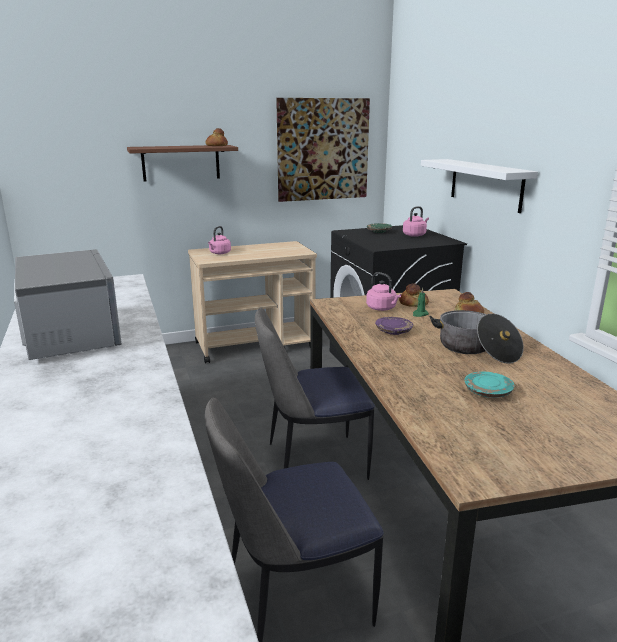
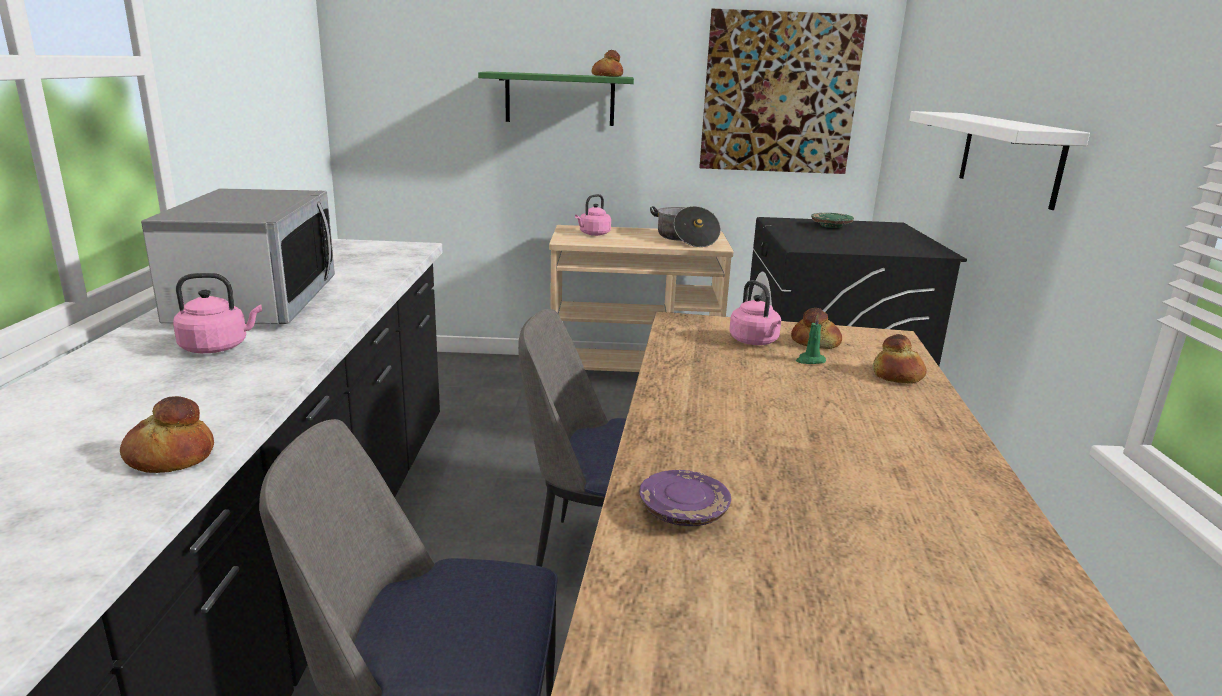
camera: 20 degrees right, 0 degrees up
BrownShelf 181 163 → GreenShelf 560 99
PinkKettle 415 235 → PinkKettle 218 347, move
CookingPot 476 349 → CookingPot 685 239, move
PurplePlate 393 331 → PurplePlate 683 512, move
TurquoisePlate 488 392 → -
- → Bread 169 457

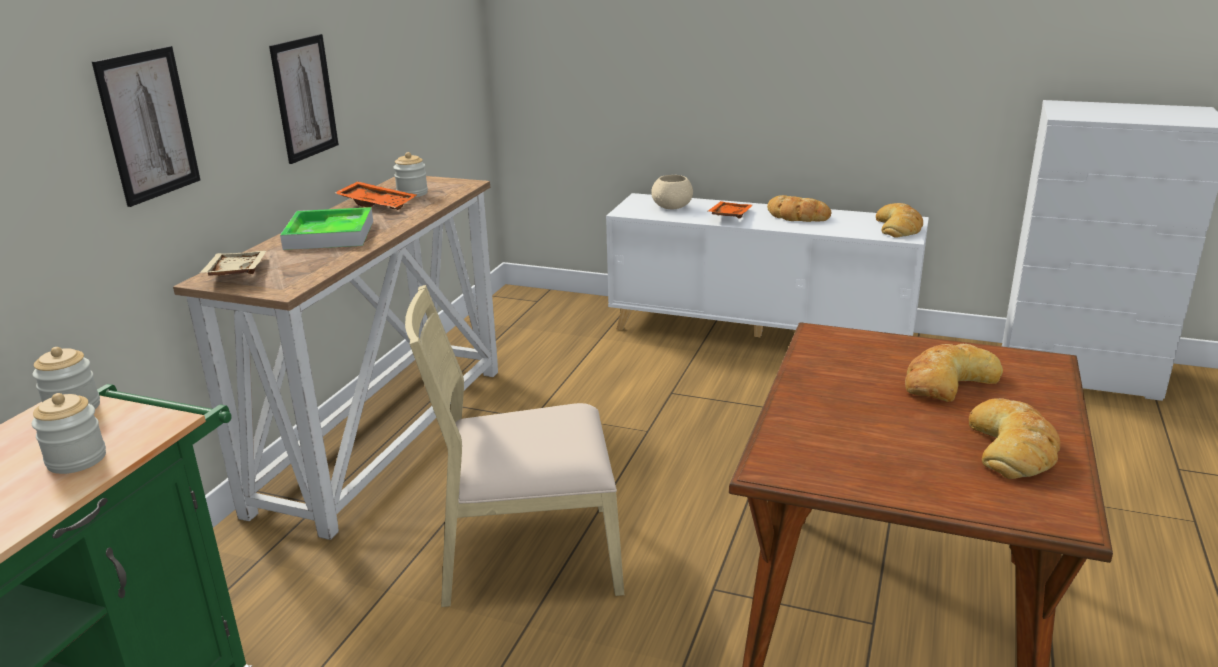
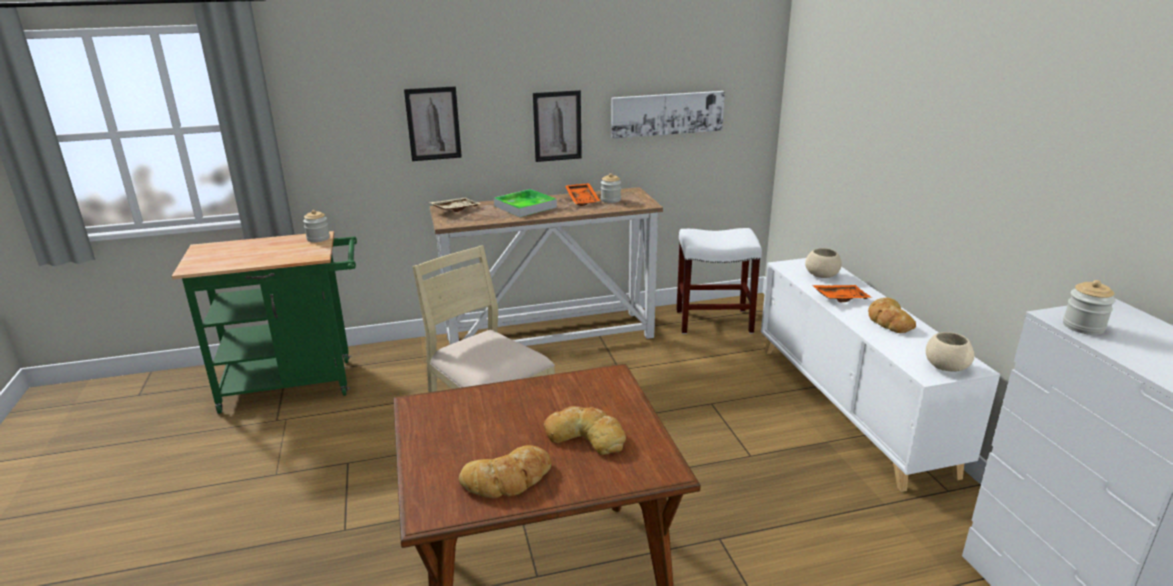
camera: 55 degrees right, 0 degrees up
Bread 899 227 → BeigeBowl 945 366
Jar 77 459 → Jar 1083 326, move
- → Picture 667 113
- → WhiteStool 714 321

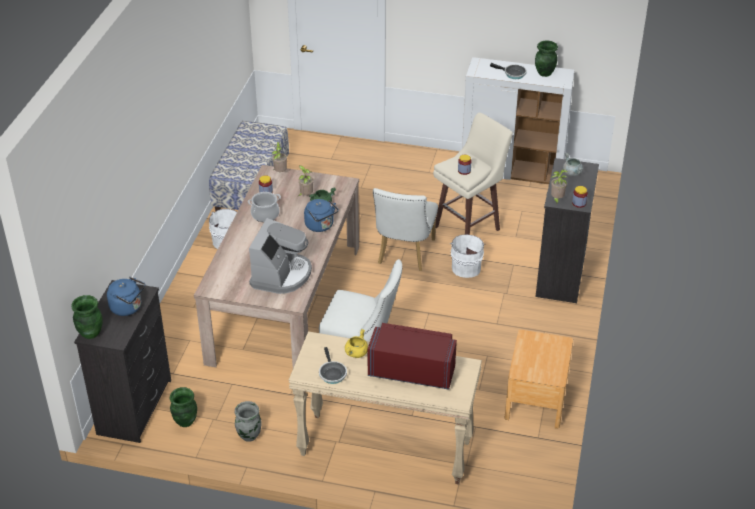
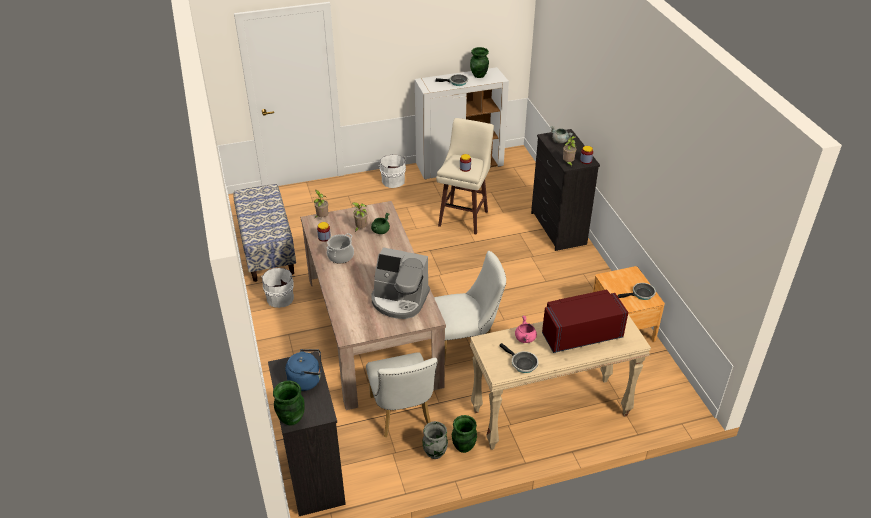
camera: 30 degrees left, 0 degrees up
WhiteChair 404 254 → WhiteChair 402 416, move
BlueKettle 321 226 → -
CoffeeMachine 281 275 → CoffeeMachine 399 300, 120 degrees clockwise
WhiteBucket 466 267 → WhiteBucket 392 180, move
YellowCookingPot 356 353 → PinkCookingPot 525 339
GreenVase 185 421 → GreenVase 463 447, move
- → FryingPan 641 294

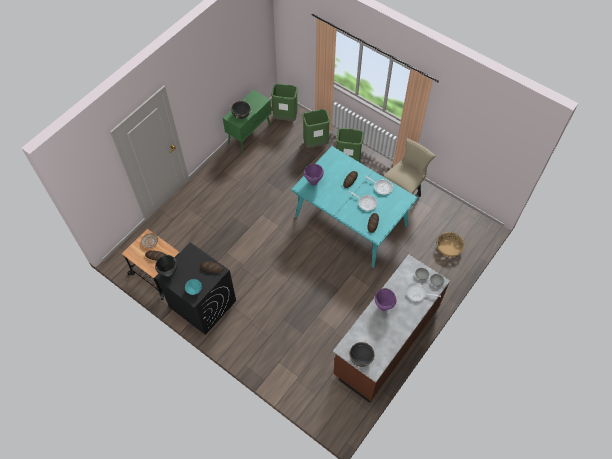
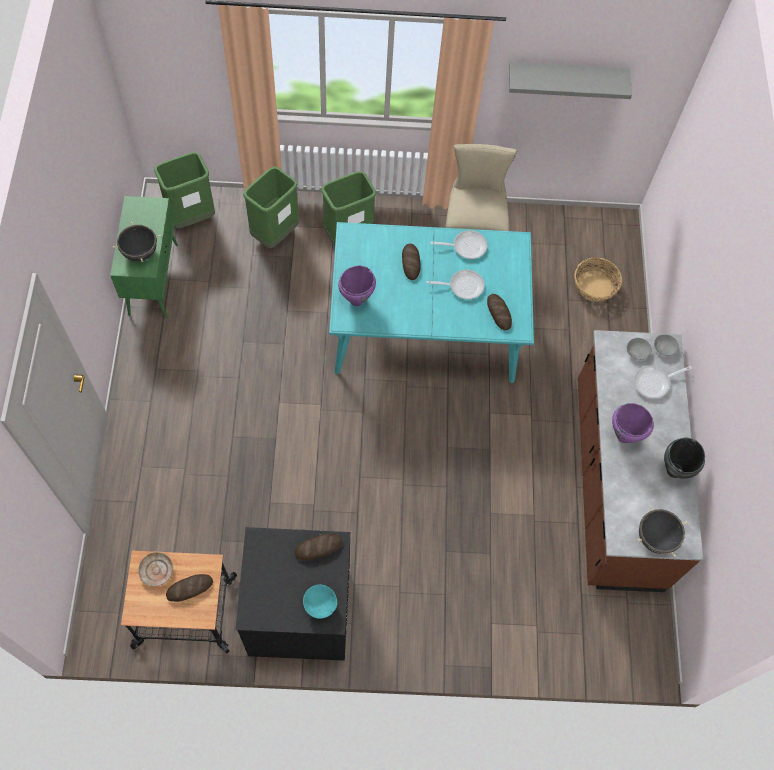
camera: 40 degrees left, 5 degrees up
BlackCookingPot 169 273 → BlackCookingPot 674 470, move
- → GreyShelf 566 76

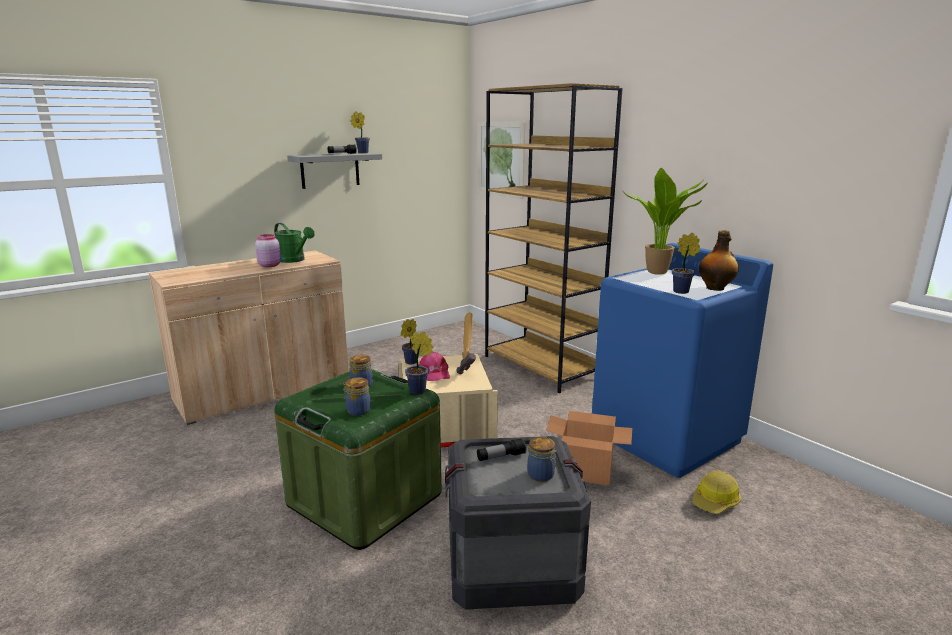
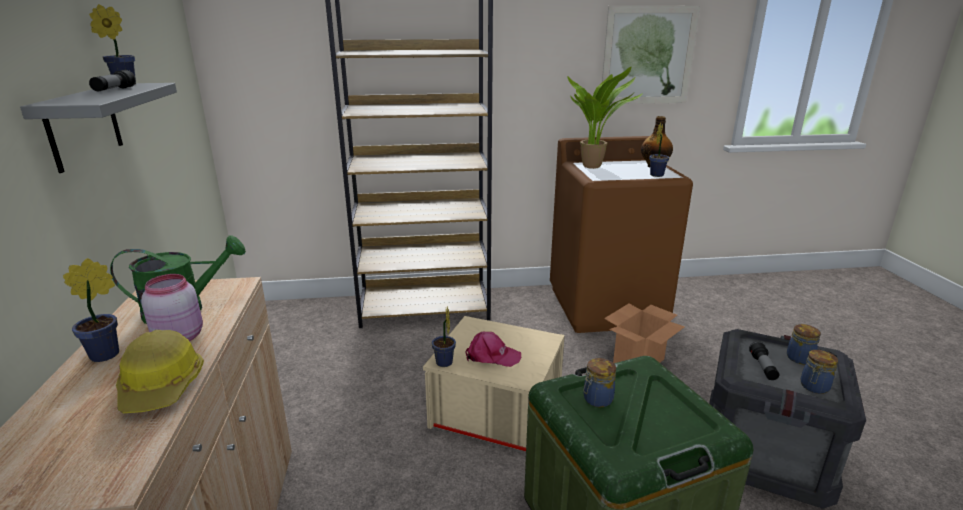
camera: 60 degrees left, 5 degrees up
Picture 500 159 → Picture 648 56, move
BlueWashingMachine 666 437 → BrownWashingMachine 607 306
Hammer 469 367 → -
PottedPlant 419 391 → PottedPlant 109 353, move
Jar 357 411 → Jar 814 387, move
HardHat 715 501 → HardHat 162 386, move

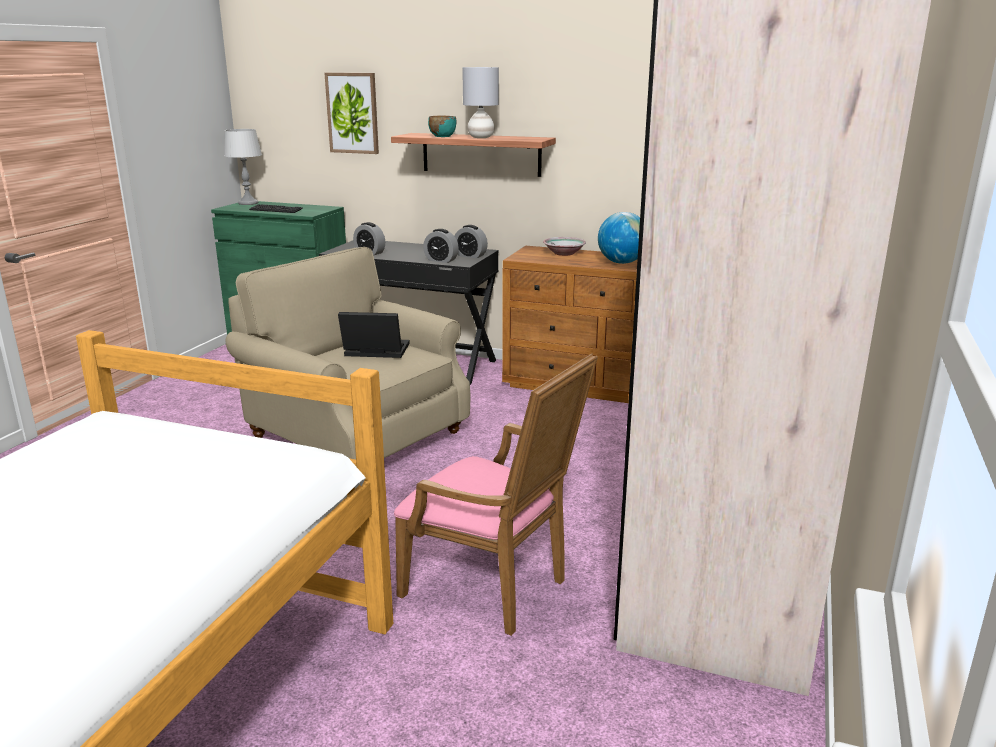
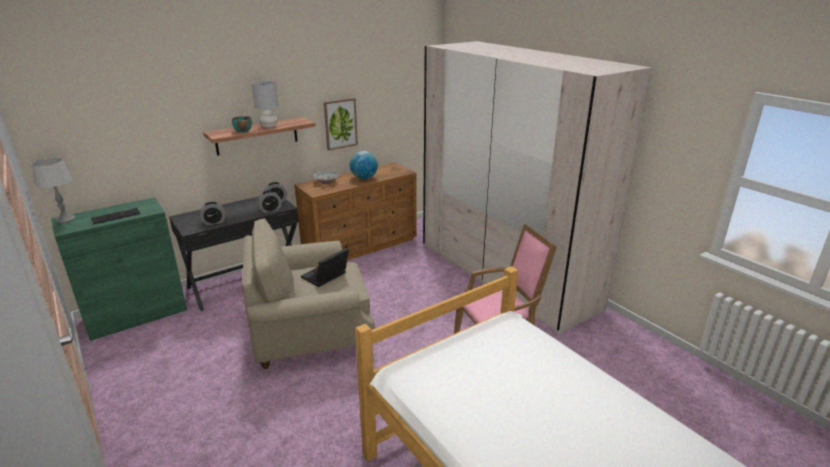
camera: 55 degrees left, 5 degrees up
Picture 353 113 → Picture 340 123, move

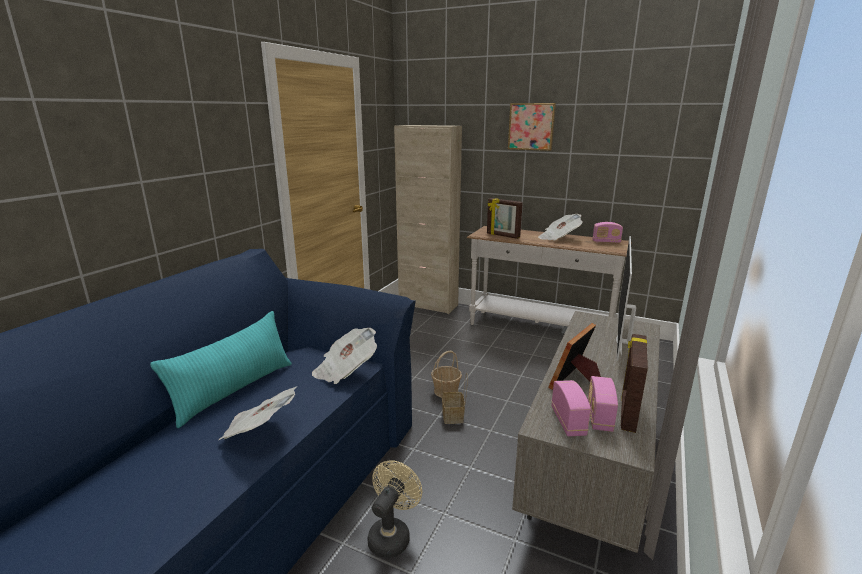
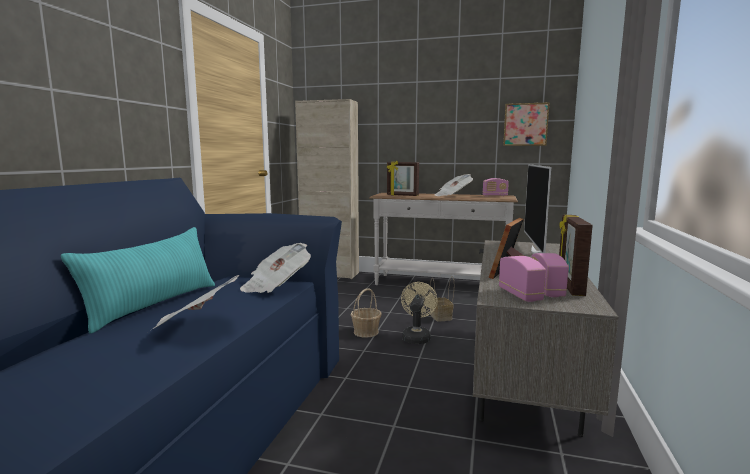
camera: 10 degrees left, 10 degrees down
Picture 531 126 → Picture 525 124, move
Basket 453 416 → Basket 441 317, move
BeigeFan 392 534 → BeigeFan 417 336, move

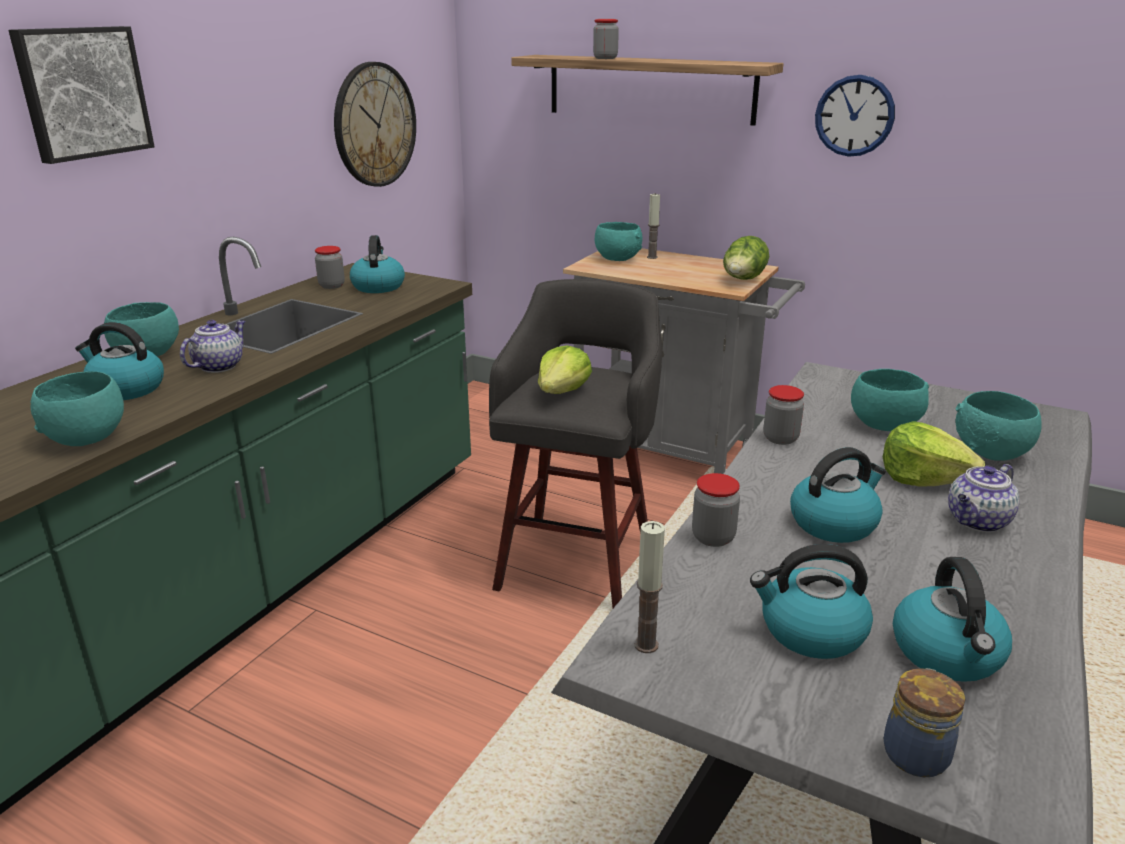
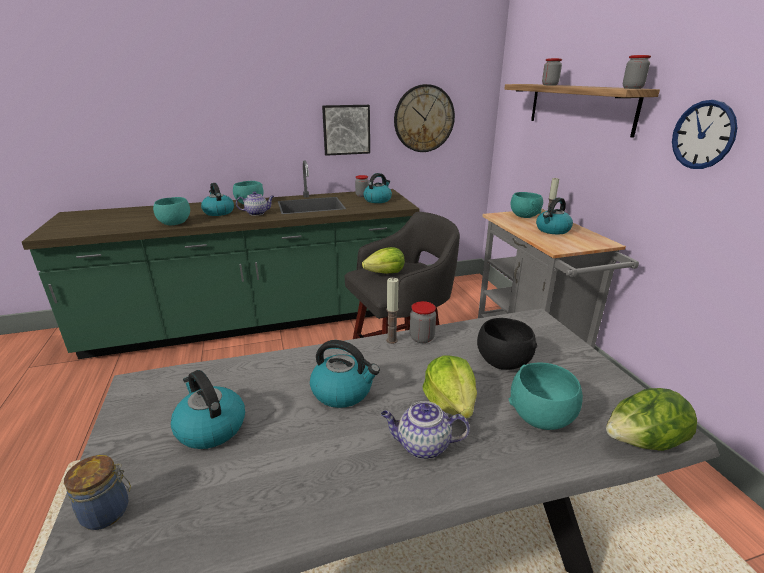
camera: 45 degrees right, 0 degrees up
Picture 82 92 → Picture 346 129, move
Lettuce 743 280 → Lettuce 642 443, move
TurquoiseBowl 882 425 → BlackBowl 502 362
Jar 713 537 → Jar 632 88, move
Candle 646 645 → Candle 392 340, move
Kettle 947 654 → Kettle 552 230, move

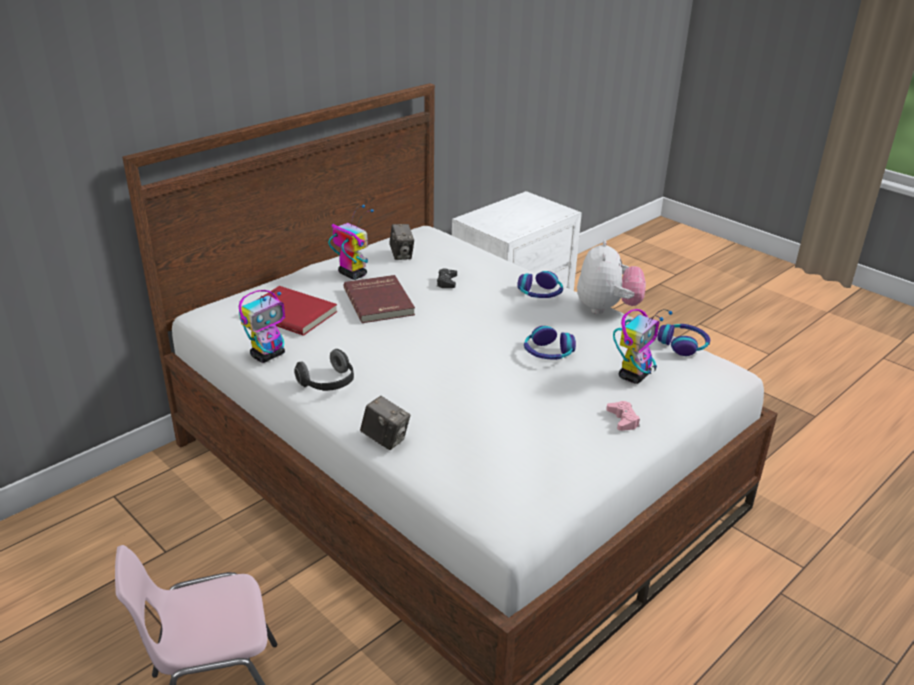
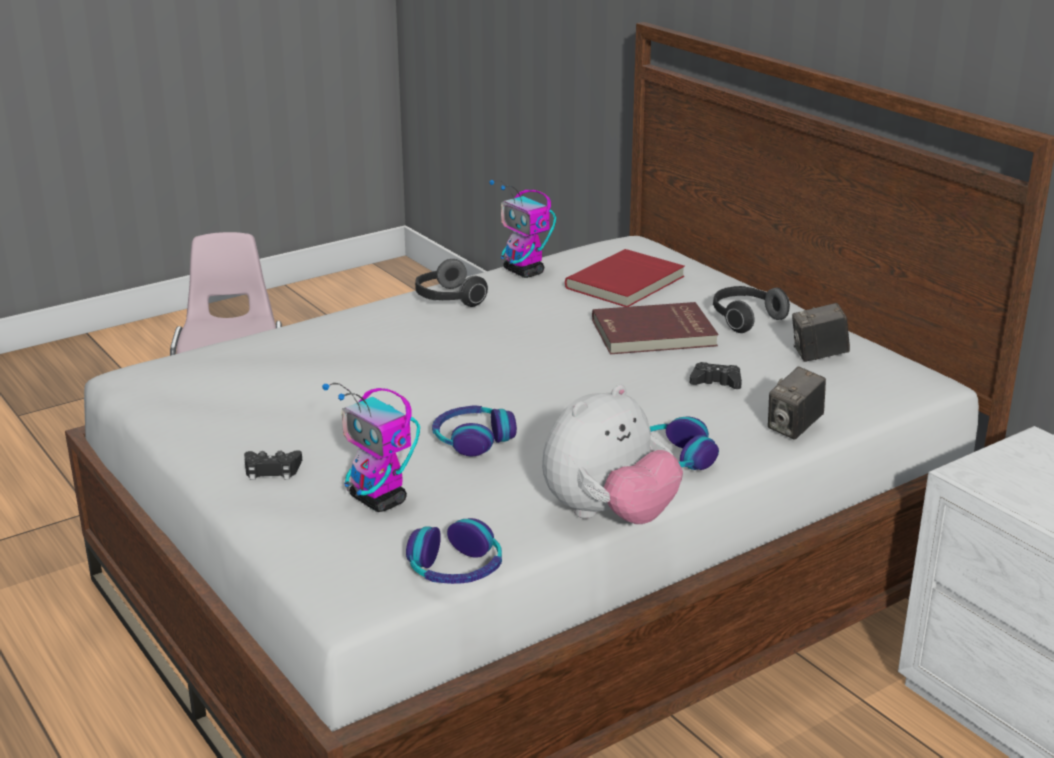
camera: 100 degrees right, 5 degrees down
ToyRobot 352 274 → Headphones 745 319
PlushToy 607 308 → PlushToy 609 515, 60 degrees counterclockwise
PhotoCamera 385 439 → PhotoCamera 794 428, move
PinkGameController 623 420 → BlackGameController 272 470

